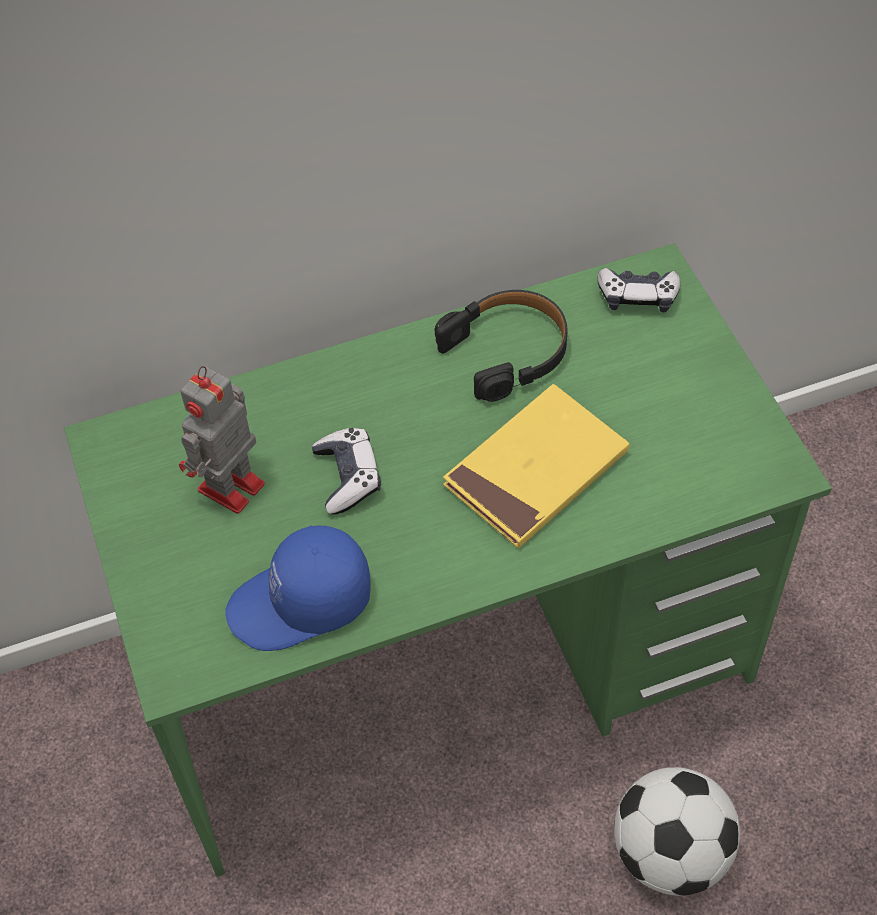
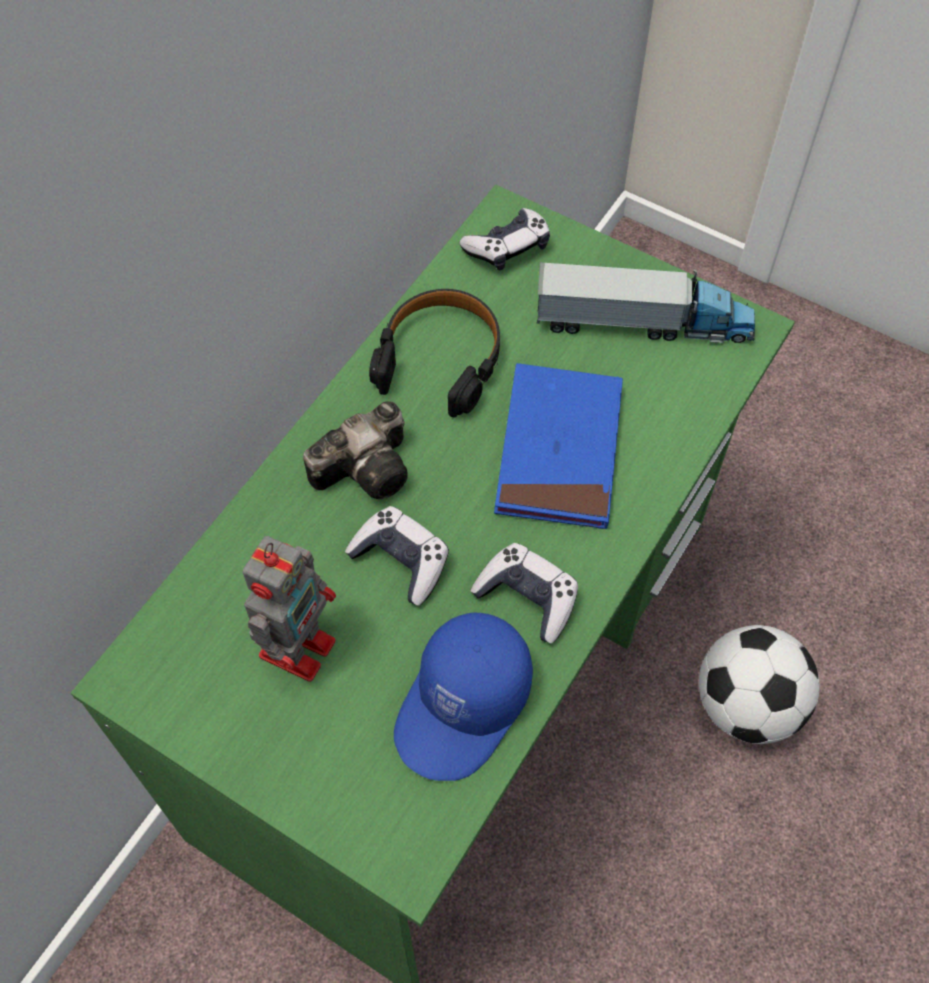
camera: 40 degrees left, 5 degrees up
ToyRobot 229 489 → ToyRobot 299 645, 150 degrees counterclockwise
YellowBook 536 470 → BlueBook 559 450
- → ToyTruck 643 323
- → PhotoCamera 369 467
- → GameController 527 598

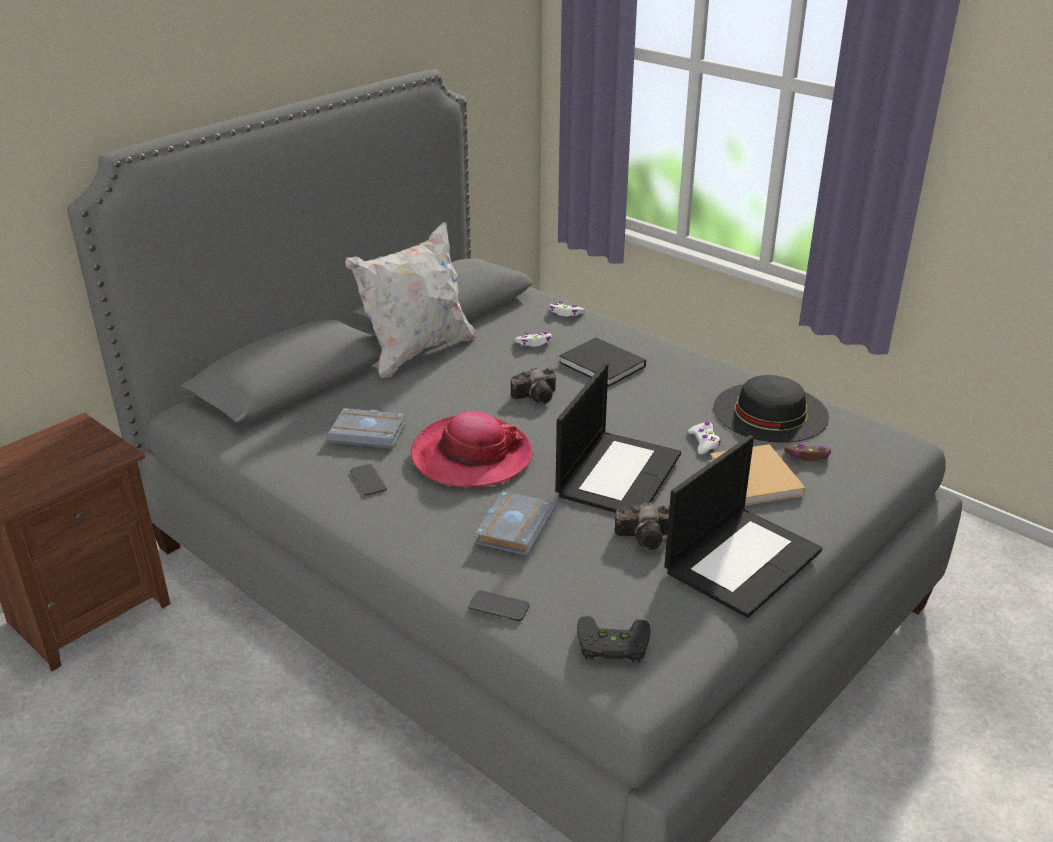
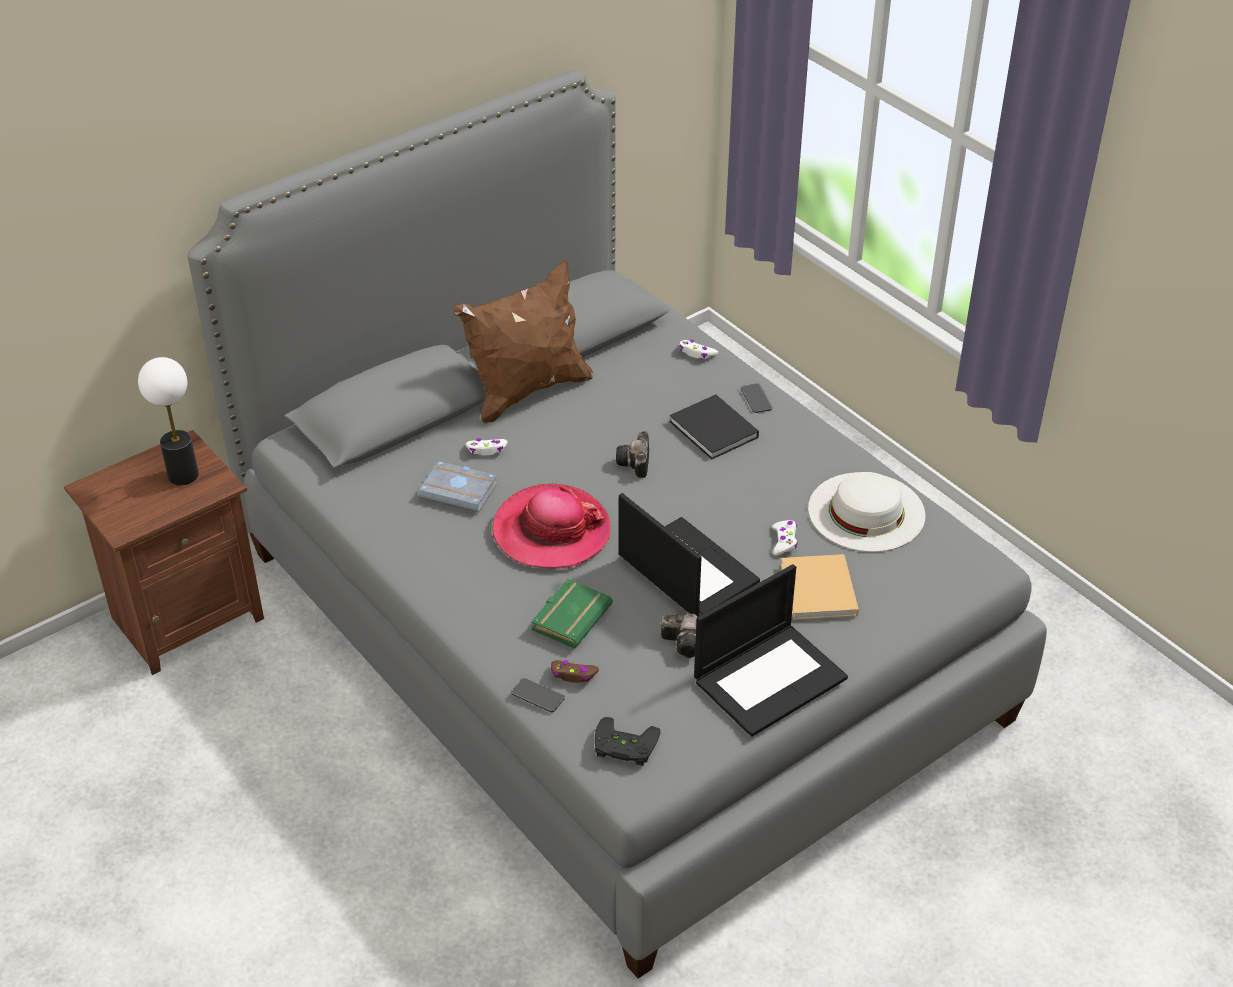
camera: 10 degrees right, 10 degrees up
WhitePillow 417 352 → BrownPillow 527 391
WhiteGameController 534 343 → WhiteGameController 487 450, move
Laptop 618 473 → Laptop 685 569, 75 degrees counterclockwise
PhotoCamera 537 396 → PhotoCamera 635 464, 105 degrees clockwise
BlackHat 770 412 → WhiteHat 866 511
BrownGameController 808 456 → BrownGameController 573 675, move
Phone 368 480 → Phone 756 399, move
GreyBook 513 527 → GreenBook 570 616
- → TableLamp 183 475

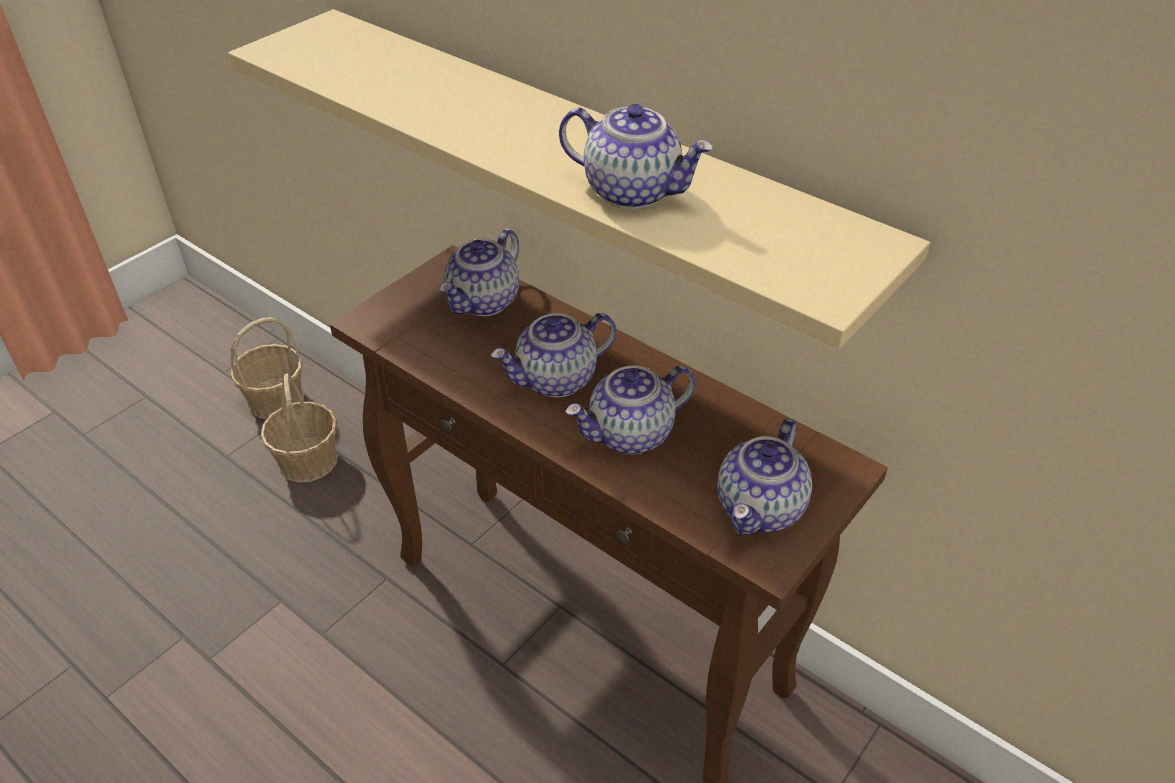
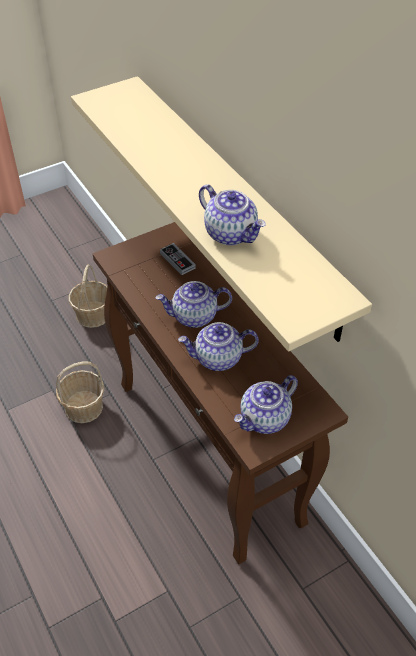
camera: 20 degrees right, 5 degrees up
Teapot 484 302 → GameController 177 261
Basket 275 400 → Basket 83 407, move

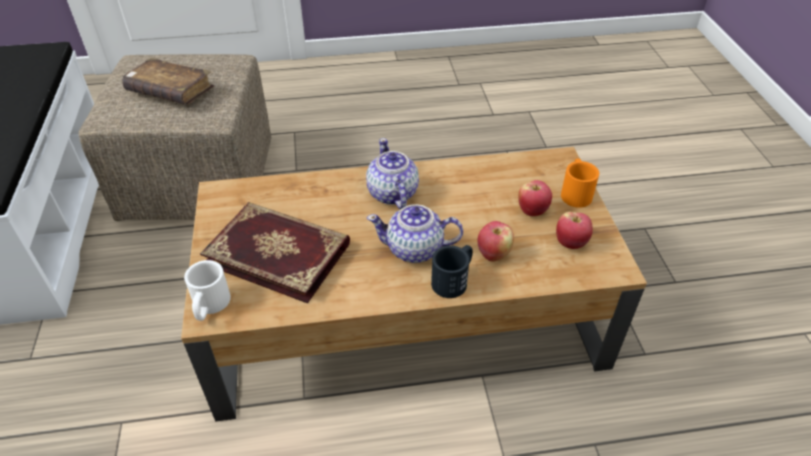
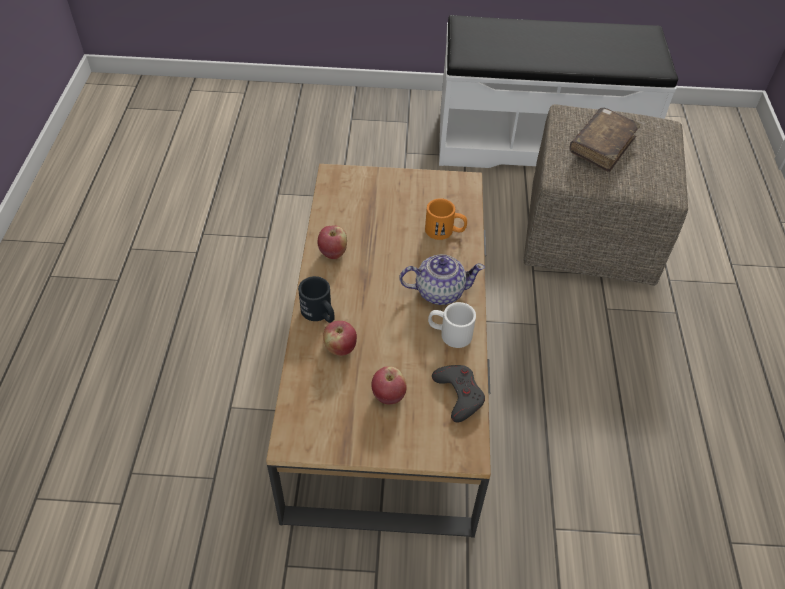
camera: 100 degrees right, 5 degrees up
OrangeMug 575 192 → OrangeMug 445 231, move
Book 279 252 → -
Teapot 415 249 → -
Apple 571 243 → Apple 333 253, move
WhiteMug 209 306 → WhiteMug 449 333, move
- → GreyGameController 459 394

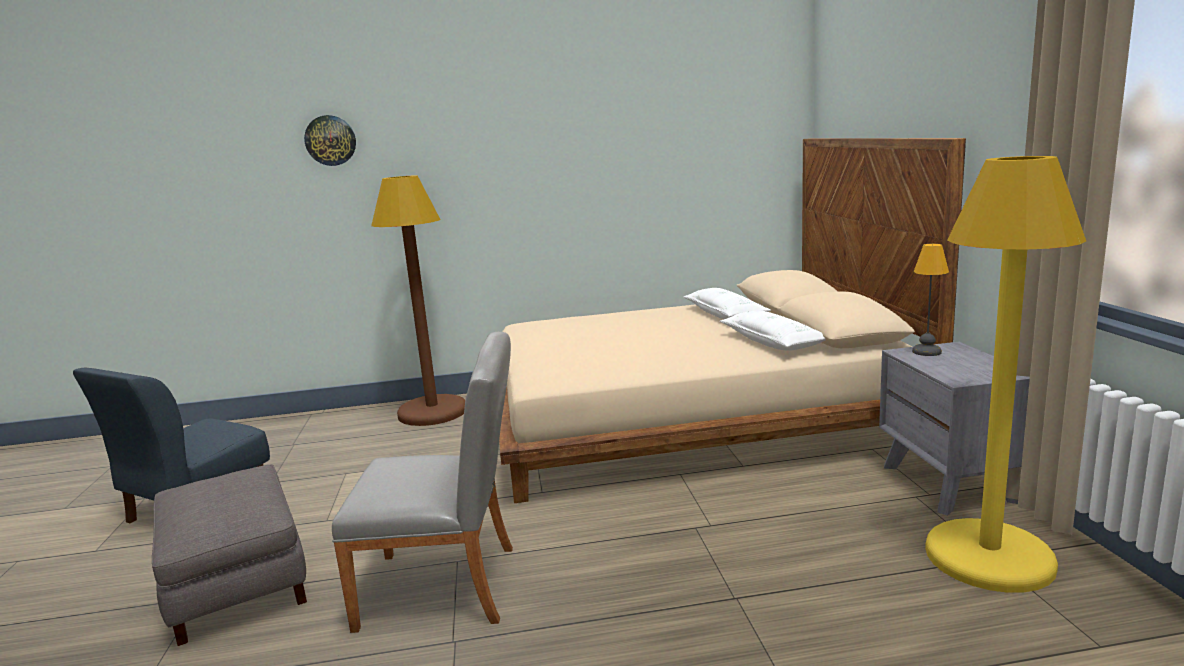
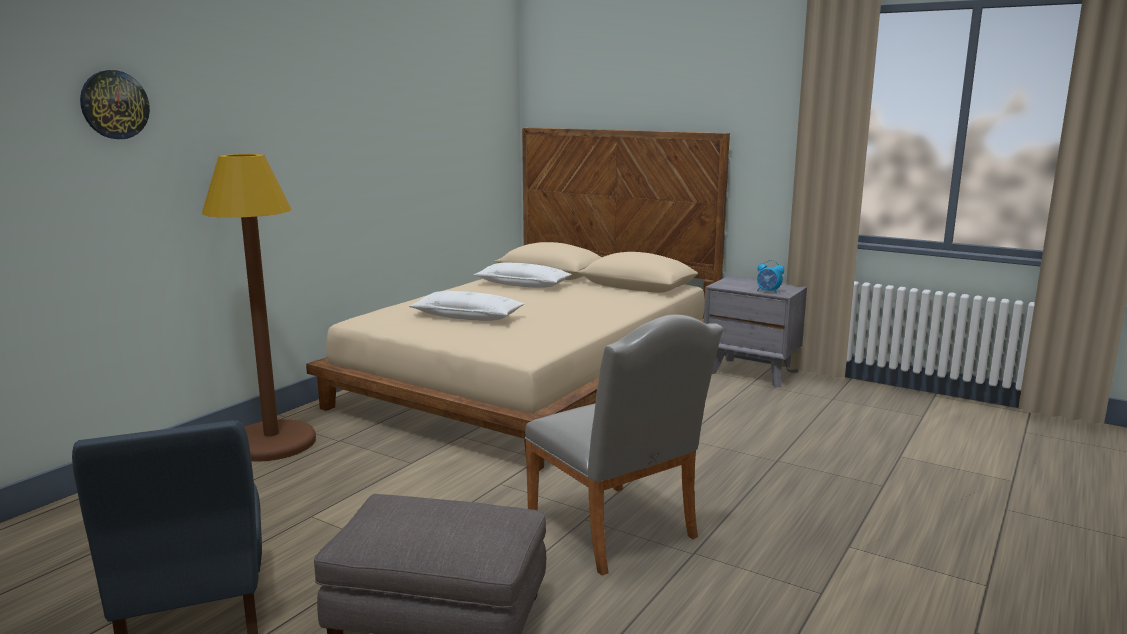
camera: 50 degrees left, 0 degrees up
YellowFloorLamp 989 557 → -
TableLamp 927 351 → -
WhitePillow 773 342 → WhitePillow 467 317, move
GreyChair 451 586 → GreyChair 617 532, 105 degrees clockwise
- → AlarmClock 768 291

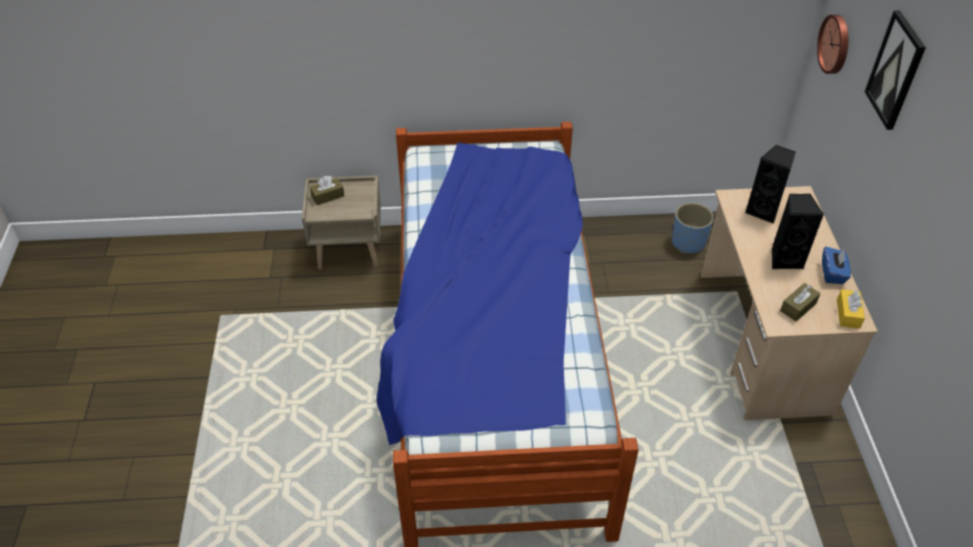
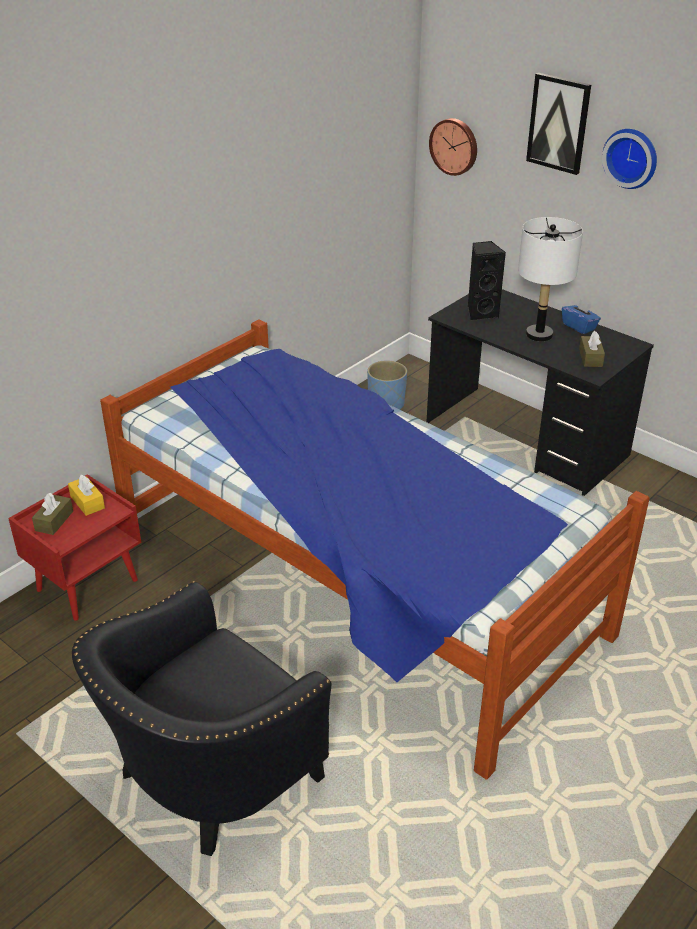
camera: 45 degrees left, 10 degrees down
BeigeNightstand 349 249 → RedNightstand 87 584
BeigeDesk 762 342 → BlackDesk 525 439
BlackSpeaker 785 259 → WhiteTableLamp 539 334
YellowTissueBox 848 314 → YellowTissueBox 87 502, move
- → WallClock 631 157
- → BlackArmchair 208 778

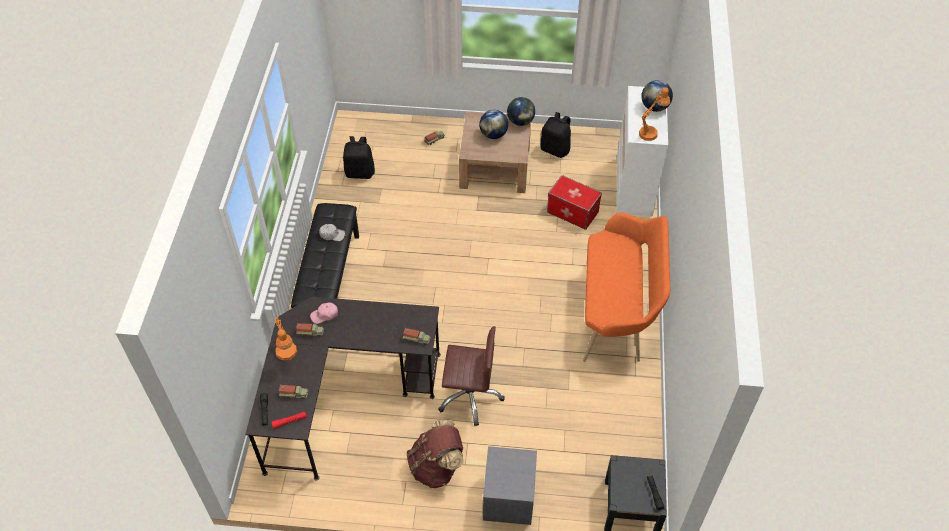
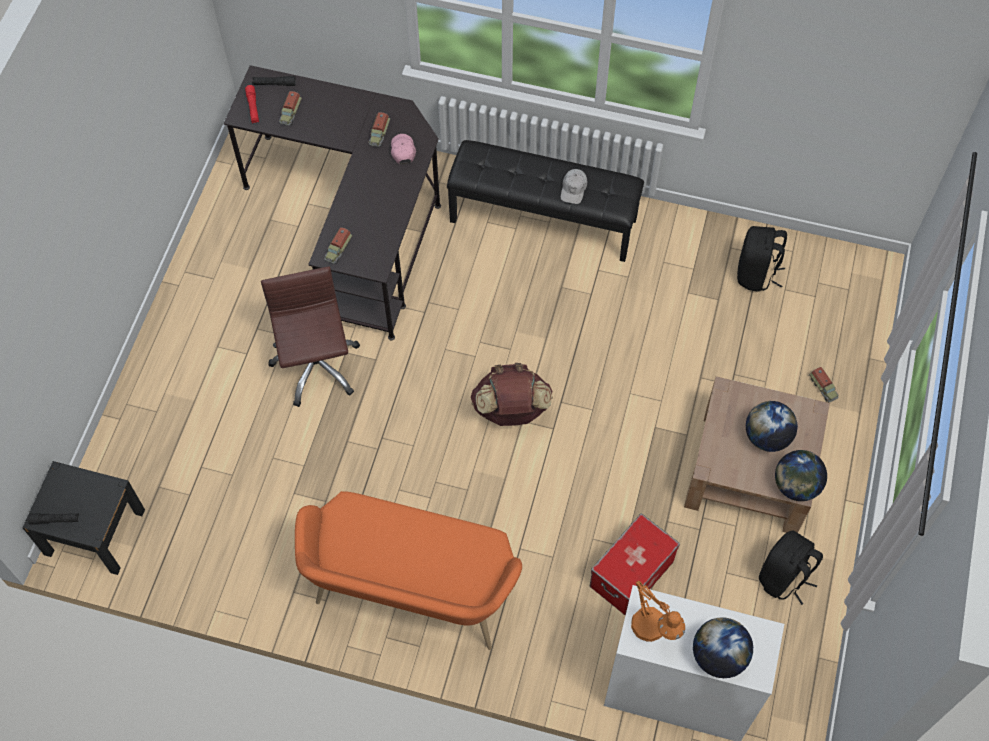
camera: 100 degrees right, 10 degrees up
OrangeTableLamp 287 355 → -
BrownOfficeChair 470 396 → BrownOfficeChair 316 366, 150 degrees clockwise
BrownBackpack 436 467 → BrownBackpack 511 410, move
GreyNightstand 508 498 → -

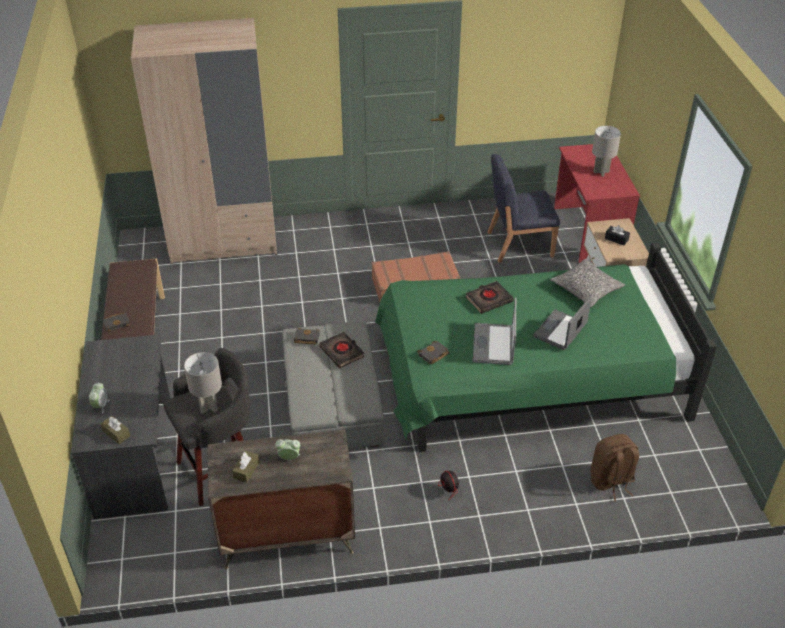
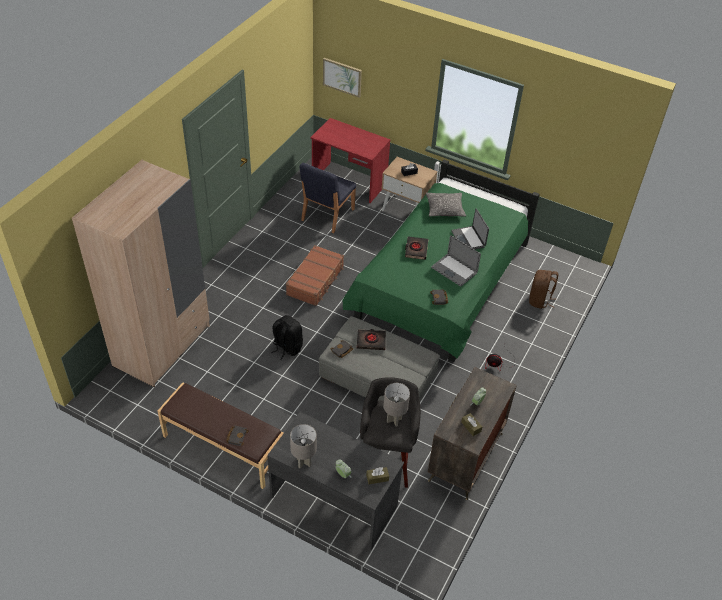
camera: 55 degrees left, 5 degrees up
GreyTableLamp 601 172 → GreyTableLamp 303 462, move
- → Picture 342 77
- → BlackBackpack 287 347

